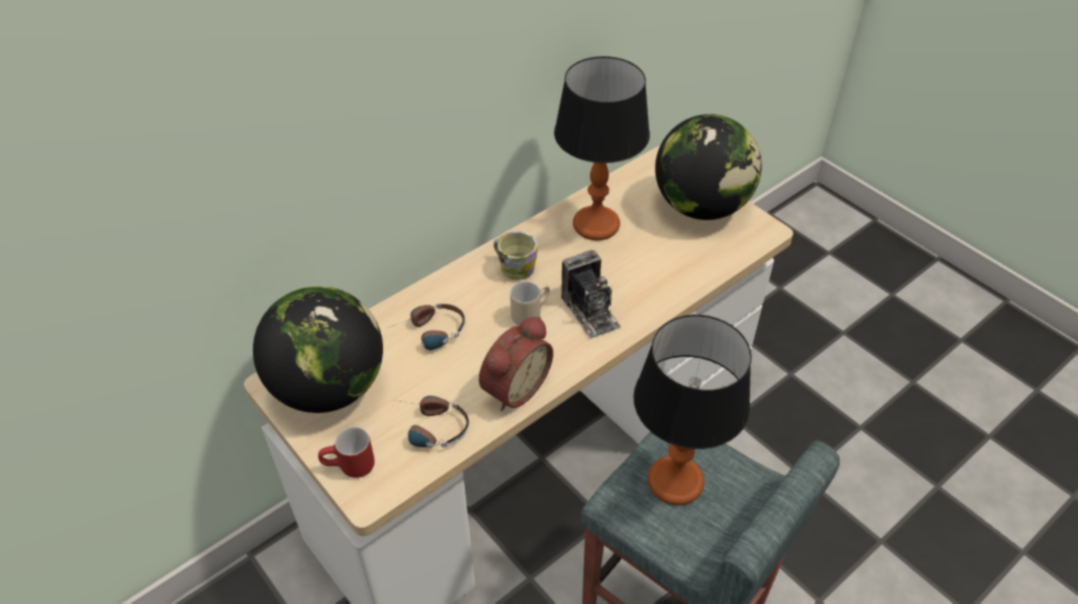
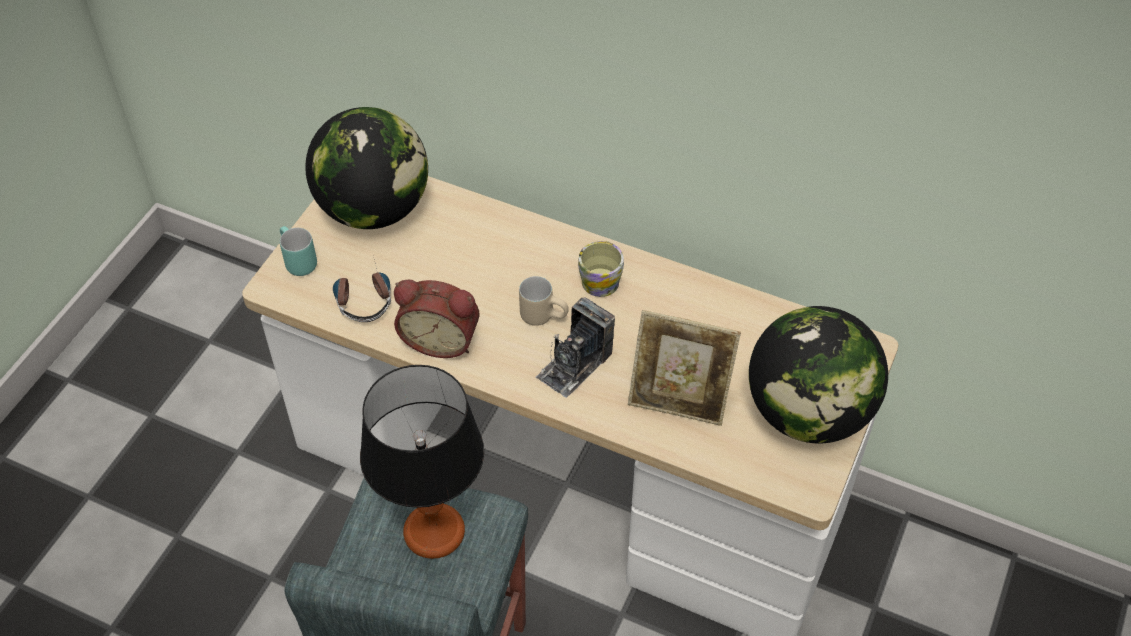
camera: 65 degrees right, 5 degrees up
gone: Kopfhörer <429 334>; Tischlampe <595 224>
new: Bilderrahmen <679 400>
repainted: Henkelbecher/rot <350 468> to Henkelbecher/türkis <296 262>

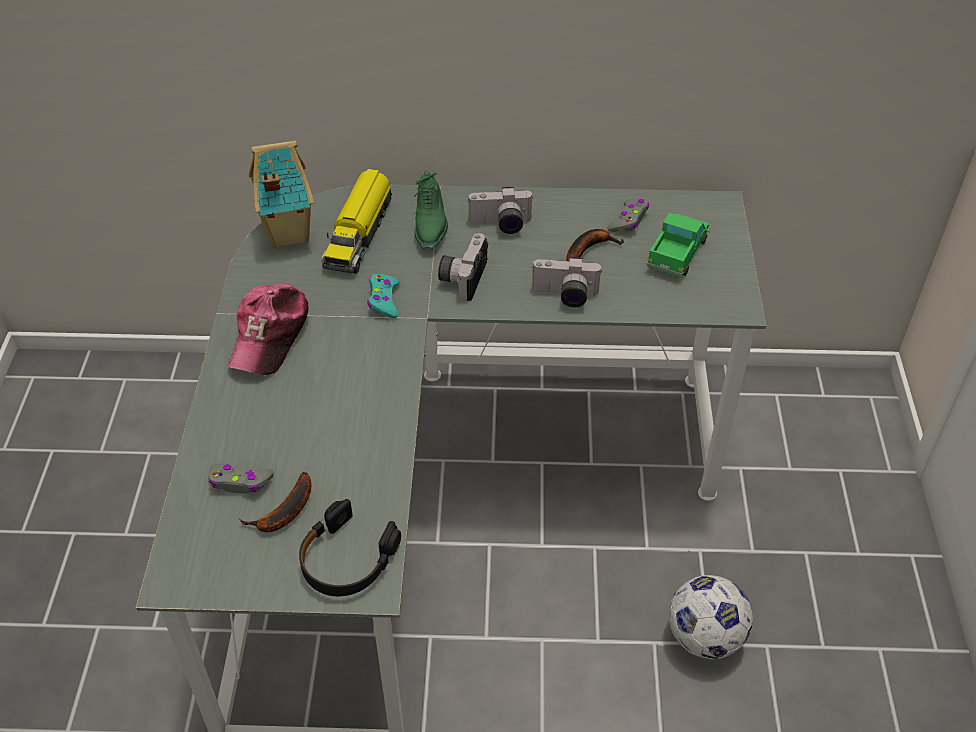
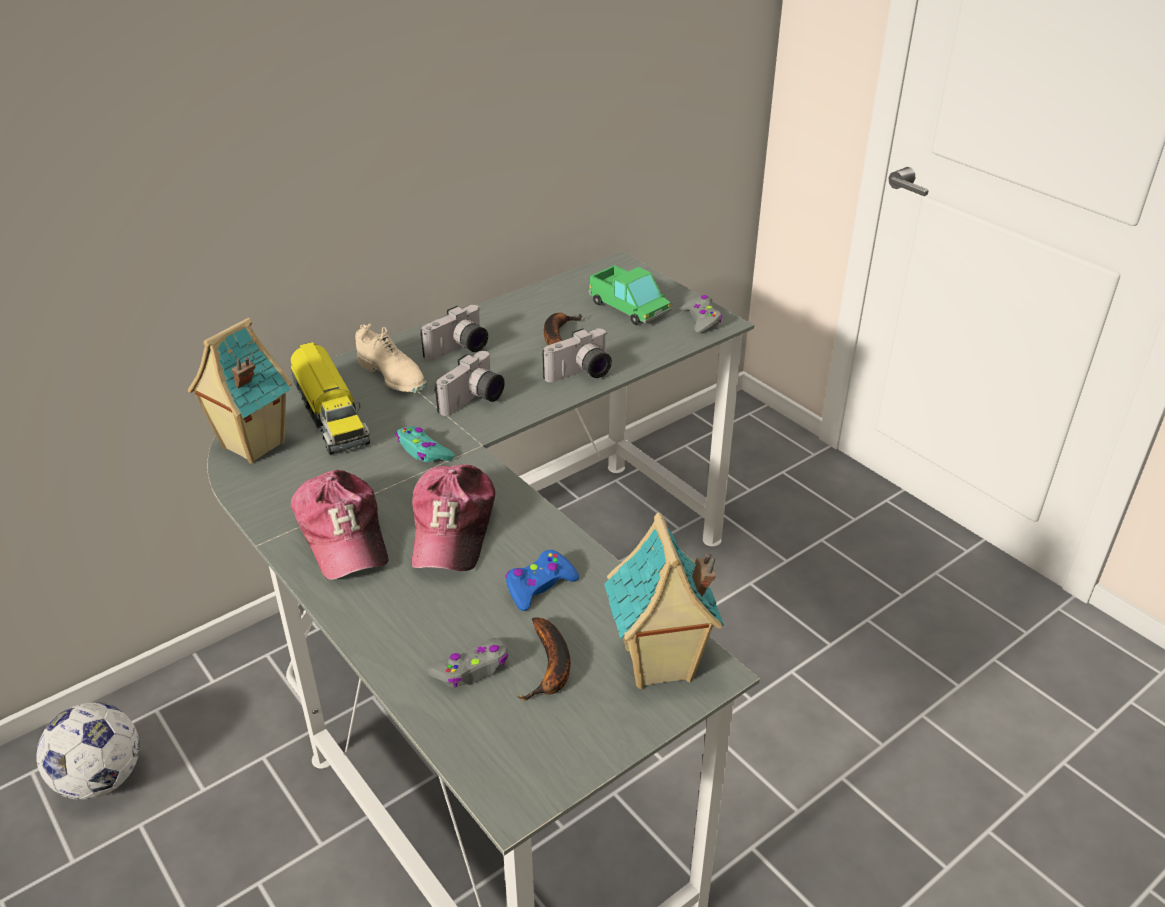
camera: 40 degrees left, 10 degrees down
new: Kappe <453 528>; Gamepad/blau <539 586>
shifted: Gamepad/grau <629 220> to <701 320>; Fußball <704 637> to <101 778>
swapped: Kopfhörer/schwarz <346 559> to Spielzeughaus <658 666>
repainted: Schuh/grün <430 225> to Schuh/beige <393 377>
rotated: Kamera <462 277> = <474 401> 120 degrees counterclockwise; Spielzeuglaster <677 252> = <629 307> 150 degrees clockwise

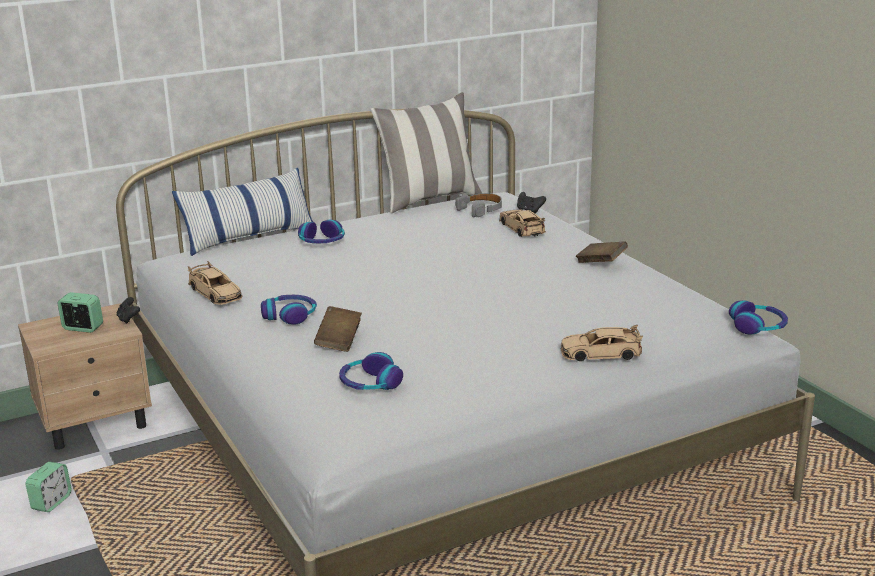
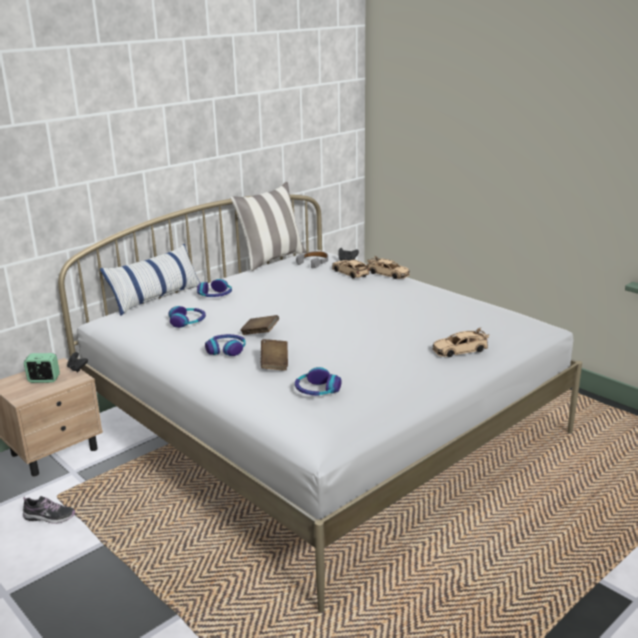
camera: 15 degrees left, 0 degrees up
shifted: Spielzeugauto/beige <215 293> to <388 274>; Buch/braun <601 263> to <260 333>; Kopfhörer <758 326> to <188 322>
swapped: Wecker <51 502> to Schuh <49 517>

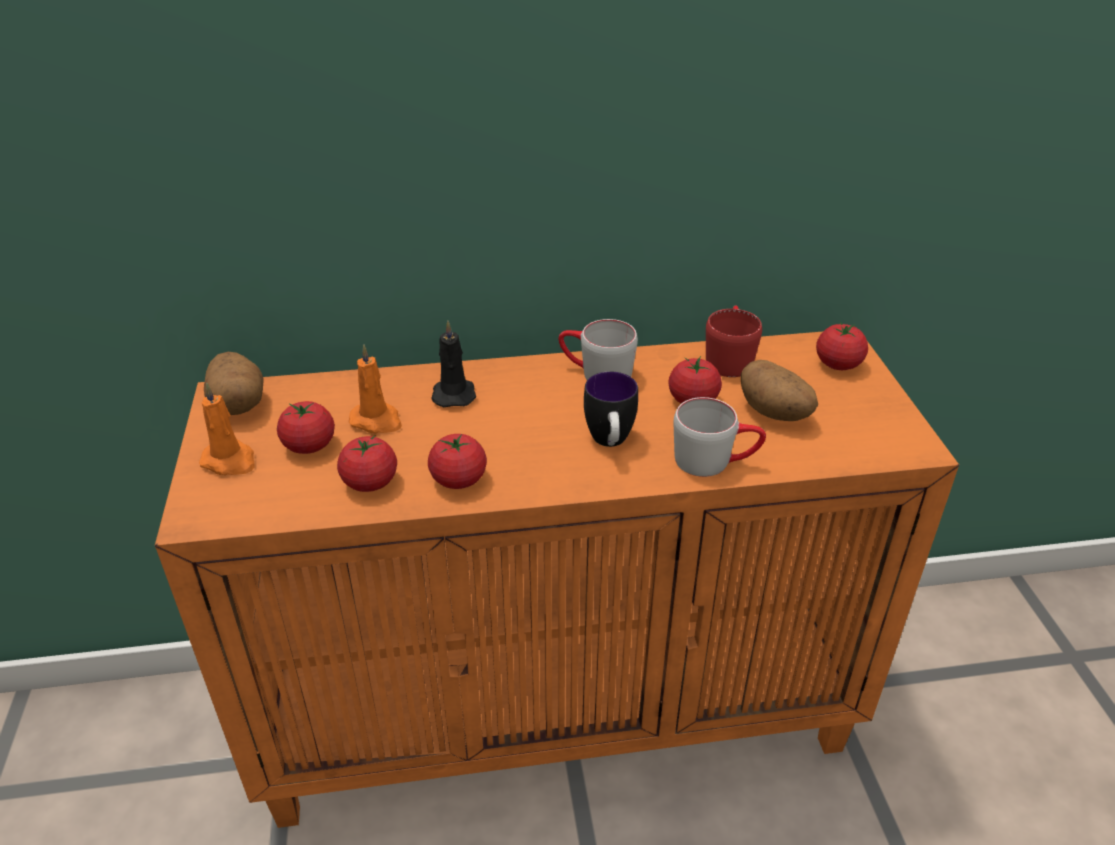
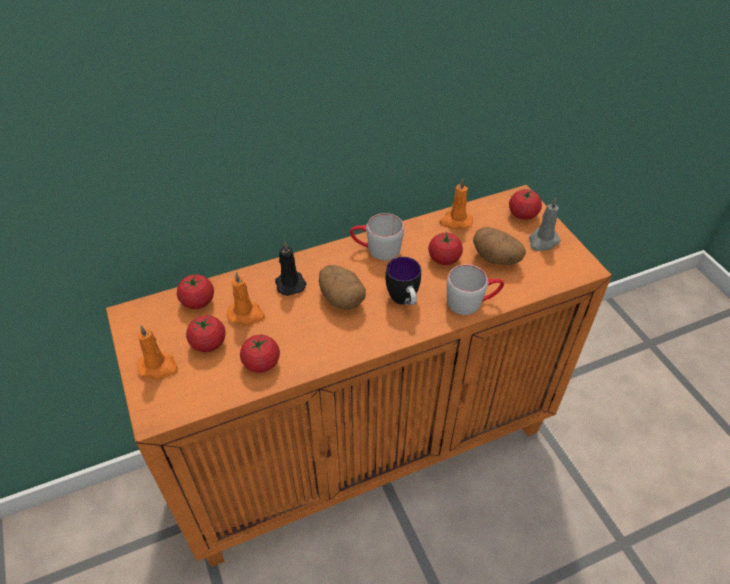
camera: 15 degrees left, 10 degrees up
new: Kerze/grau <542 241>
shifted: Kartoffel <238 403> to <341 298>; Tomate <458 479> to <198 301>
swapped: Henkelbecher/rot <728 357> to Kerze/orange <455 221>

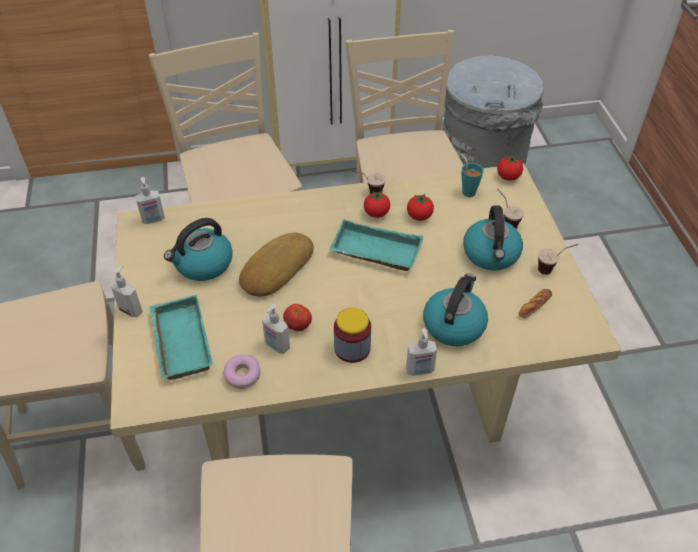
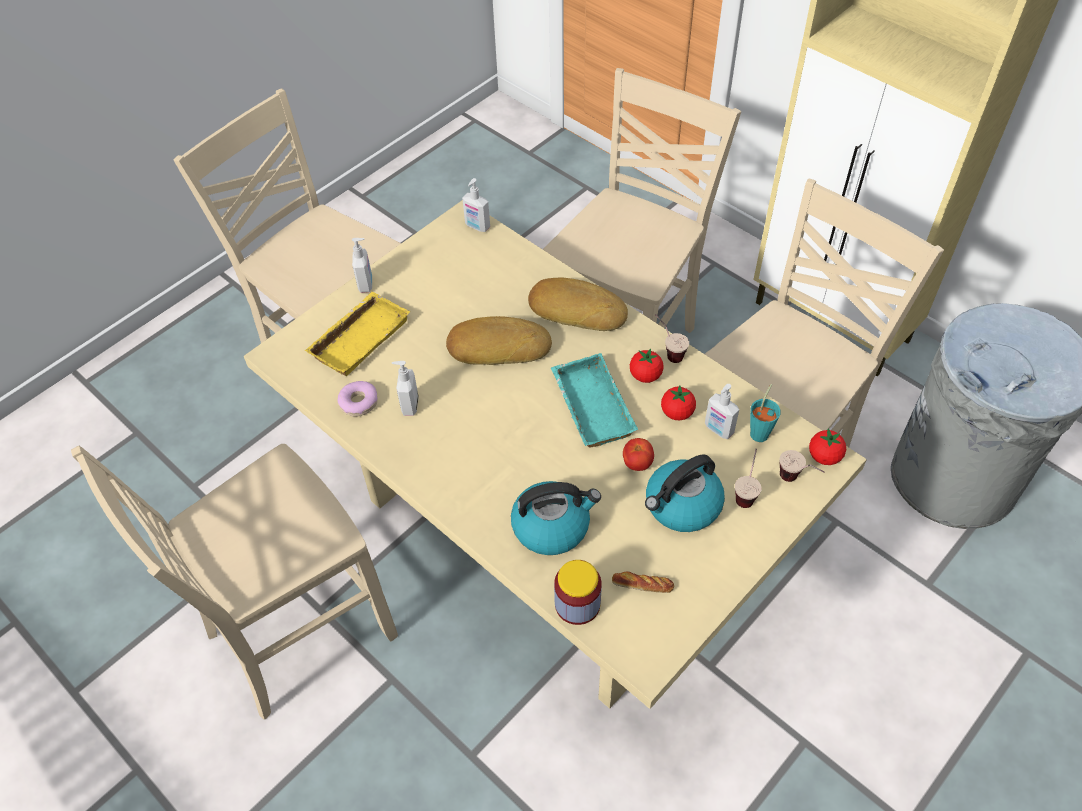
camera: 55 degrees right, 5 degrees up
gone: Wasserkessel <203 264>
new: Brot <577 309>
shifted: Tomate <298 325> to <637 463>; Vorratsglas <352 348> to <577 604>; Seifenspender <420 370> to <718 430>; Tasse <552 269> to <796 481>
repainted: Tablett/türkis <179 342> to Tablett/gelb <359 337>

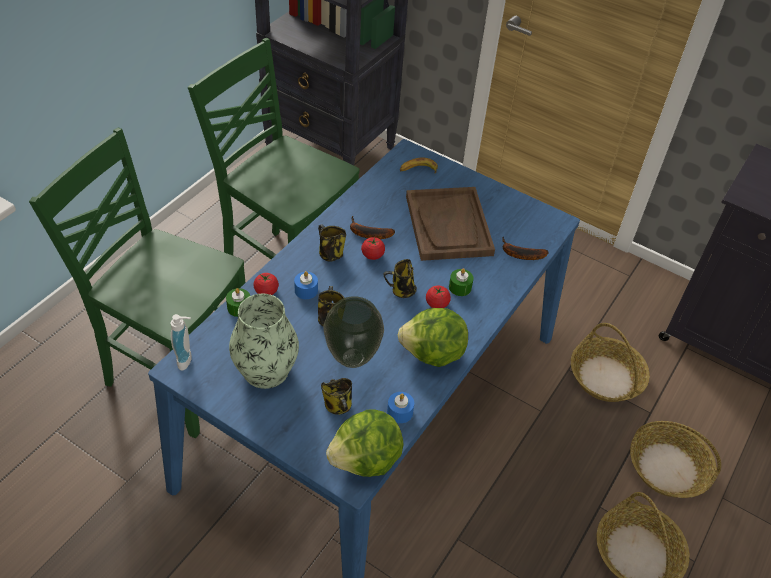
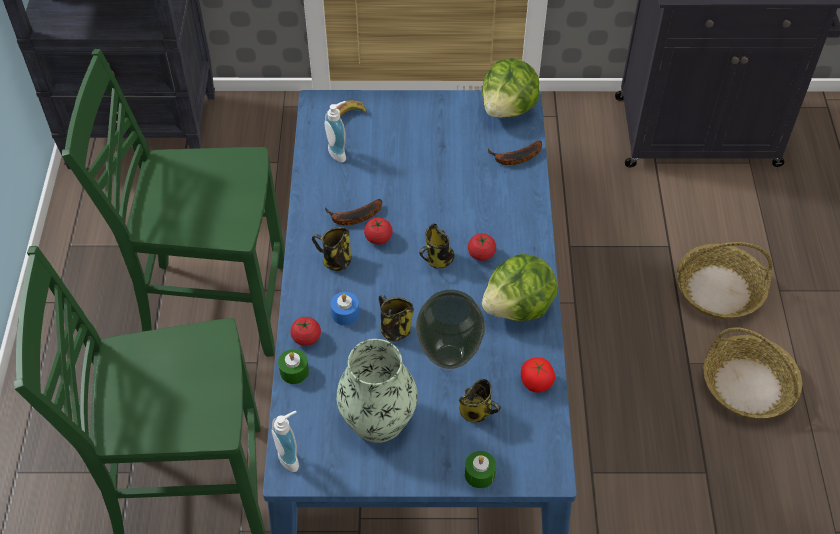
camera: 30 degrees left, 5 degrees up
gone: Tablett/braun <448 226>; Korb <606 377>
new: Seifenspender <339 152>
shifted: Salatkopf <366 460> to <508 109>; Kerze/grün <460 287> to <479 474>
swapped: Kerze/blau <400 412> to Tomate <536 382>

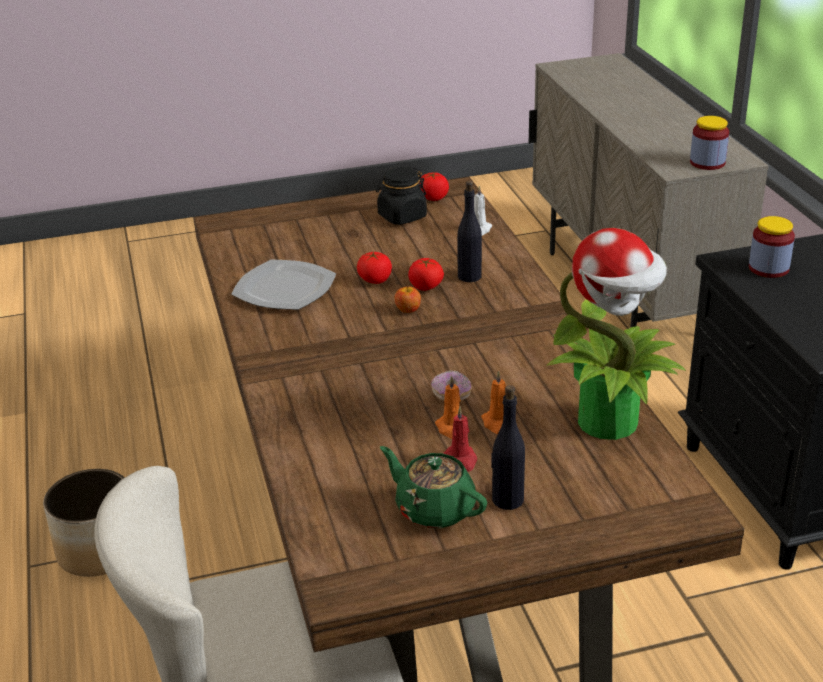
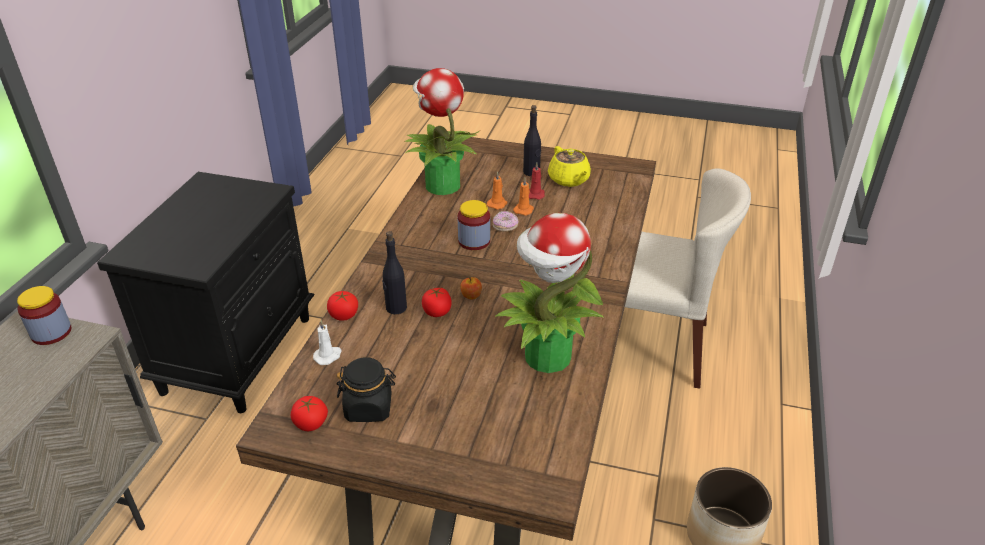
camera: 150 degrees left, 5 degrees up
shifted: Tomate <375 280> to <344 315>; Vorratsglas <768 268> to <474 241>
swapped: Teller <283 289> to Topfpflanze <546 357>
repainted: Teekanne/grün <434 509> to Teekanne/gelb <569 180>

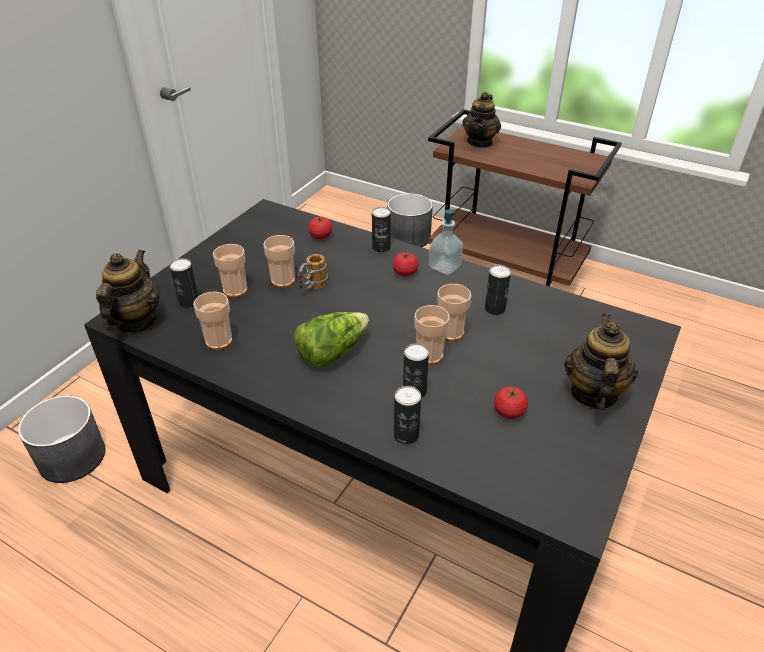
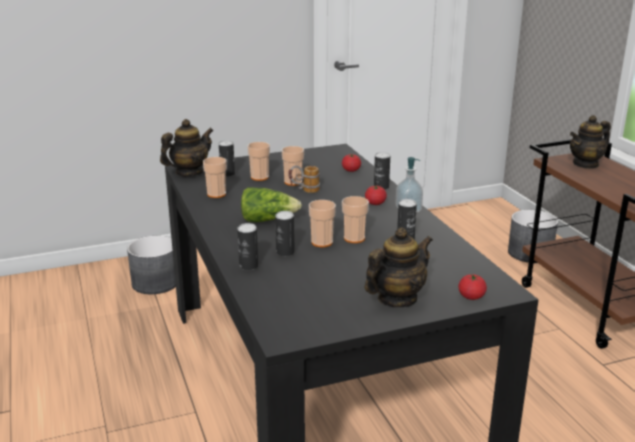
camera: 40 degrees right, 15 degrees down
shifted: Tomate <509 412> to <471 297>

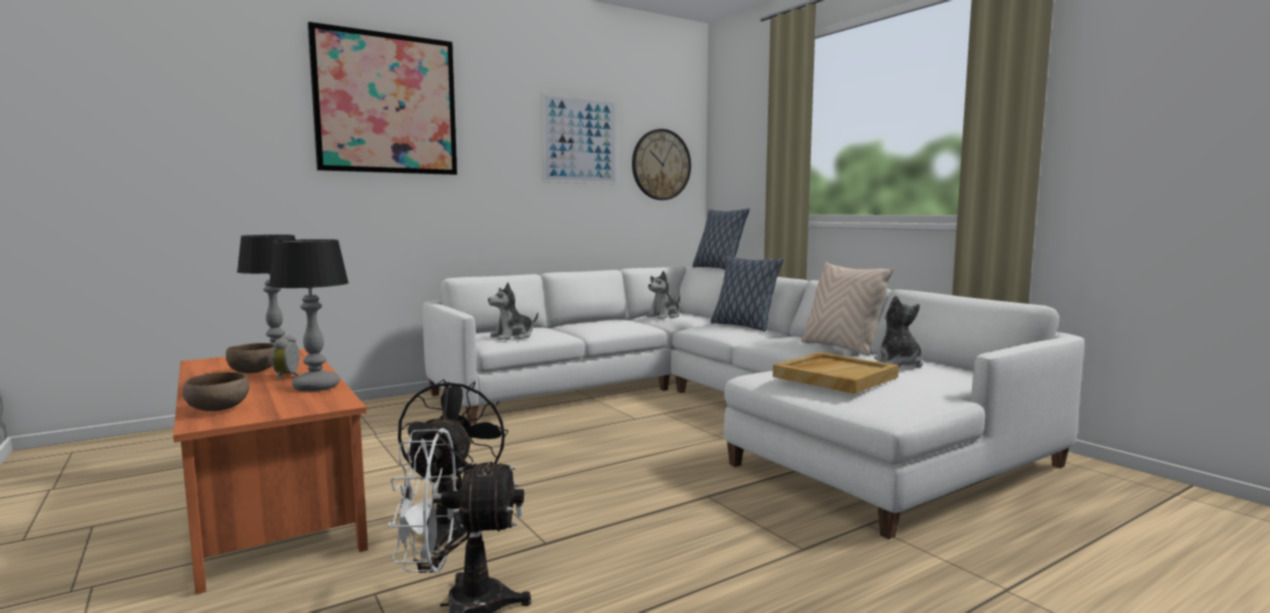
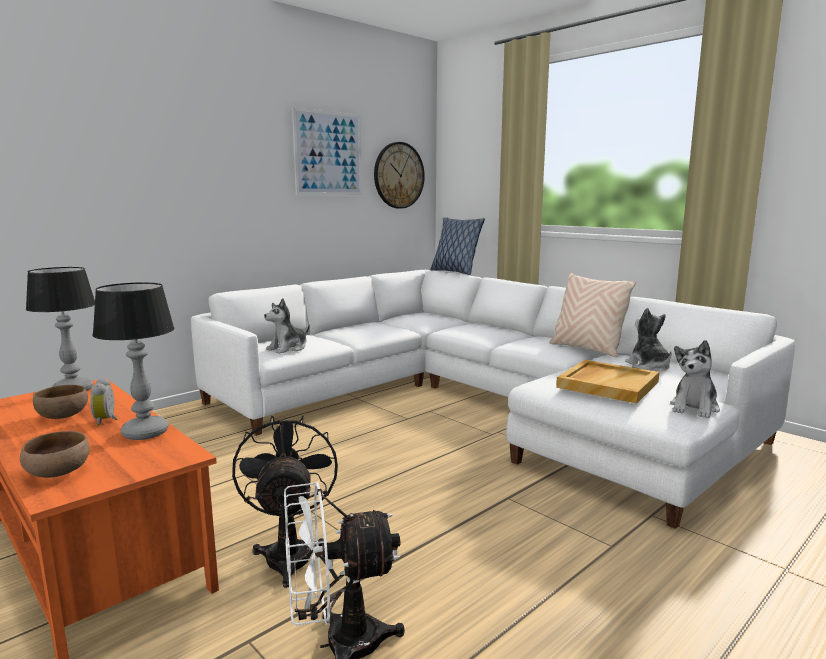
camera: 10 degrees left, 5 degrees up
gone: Bild <386 104>; Kissen <743 326>
shifted: Plüschtier <664 316> to <694 408>

